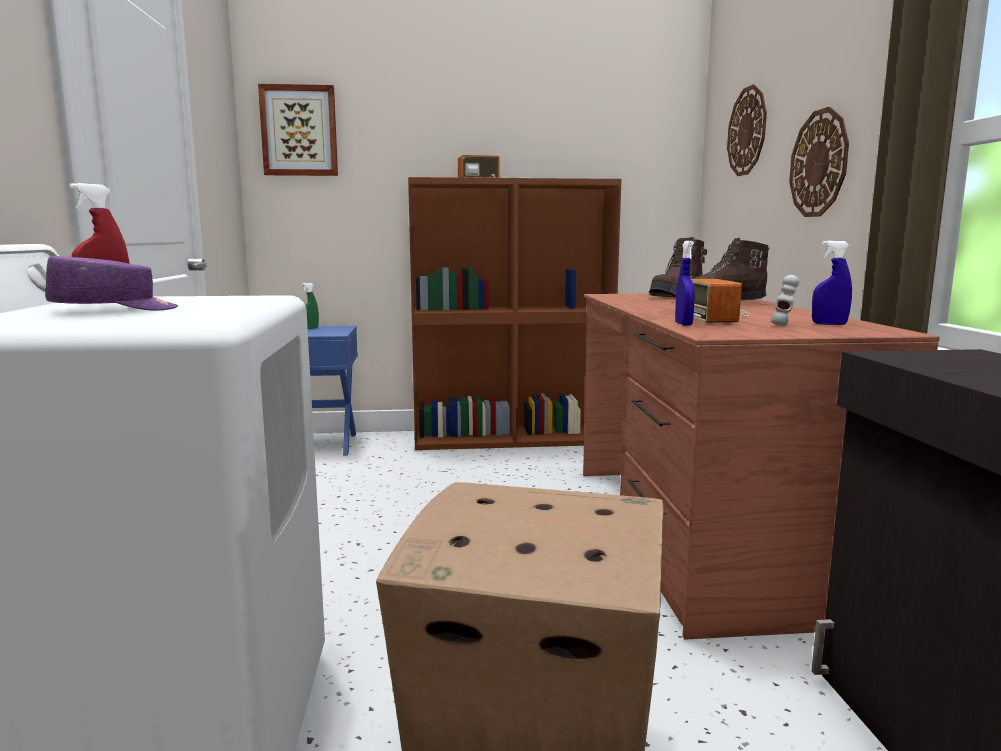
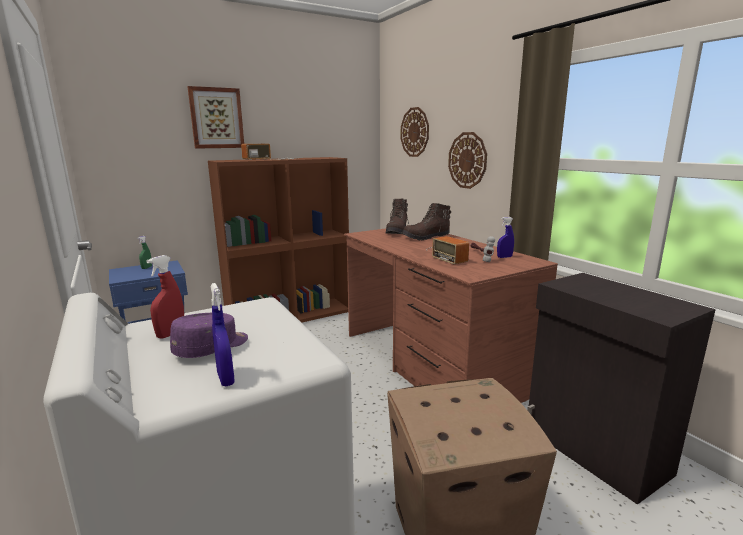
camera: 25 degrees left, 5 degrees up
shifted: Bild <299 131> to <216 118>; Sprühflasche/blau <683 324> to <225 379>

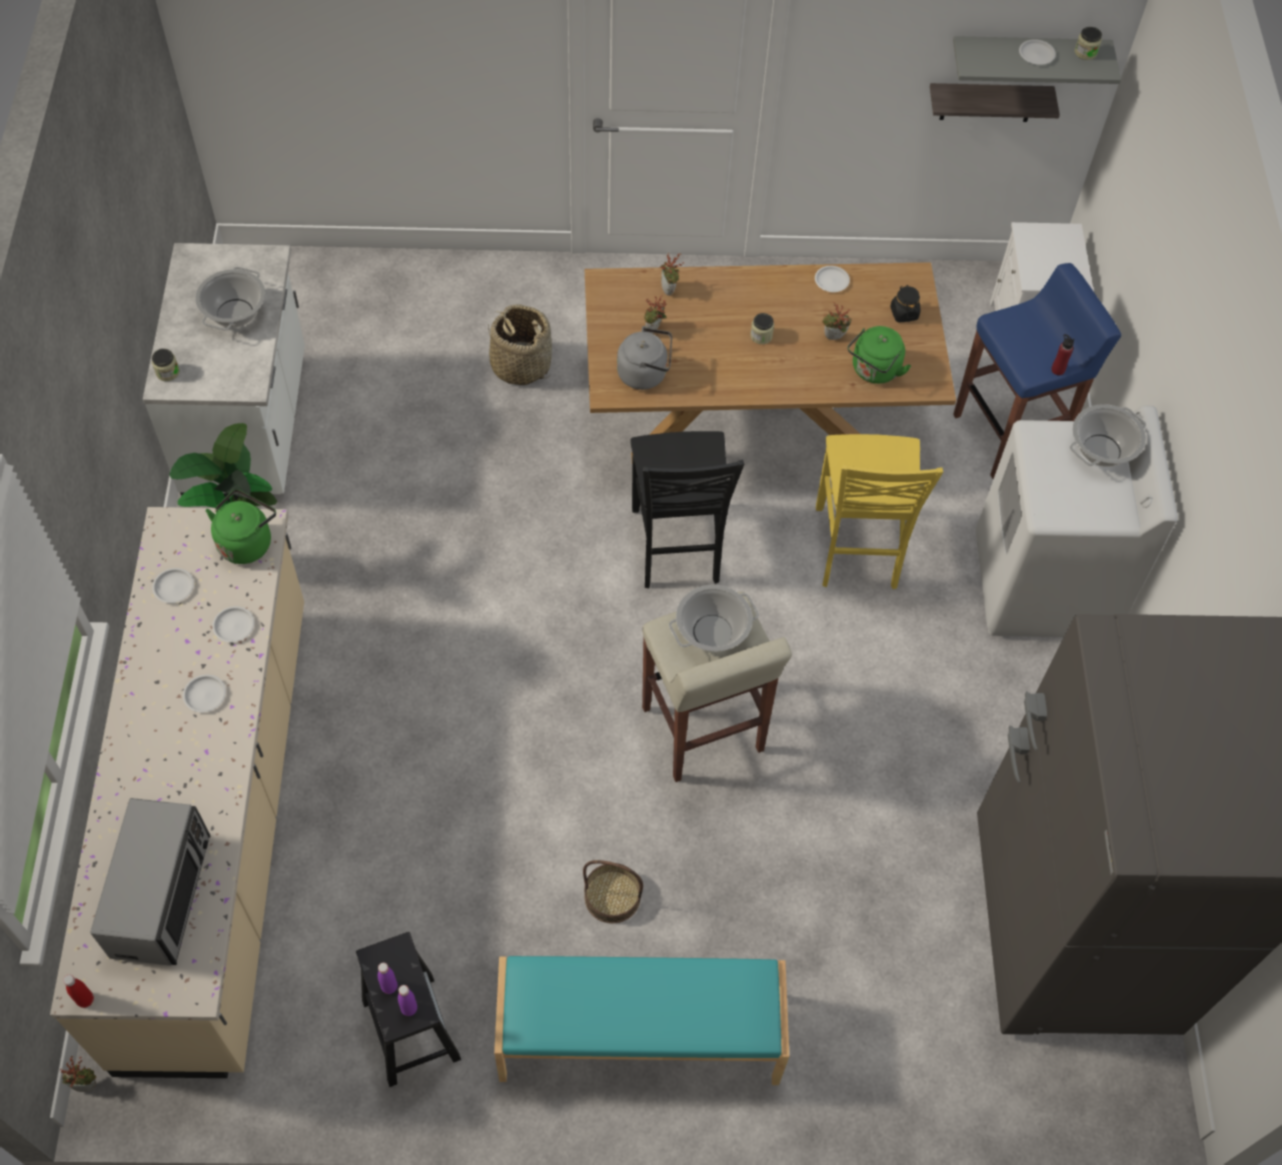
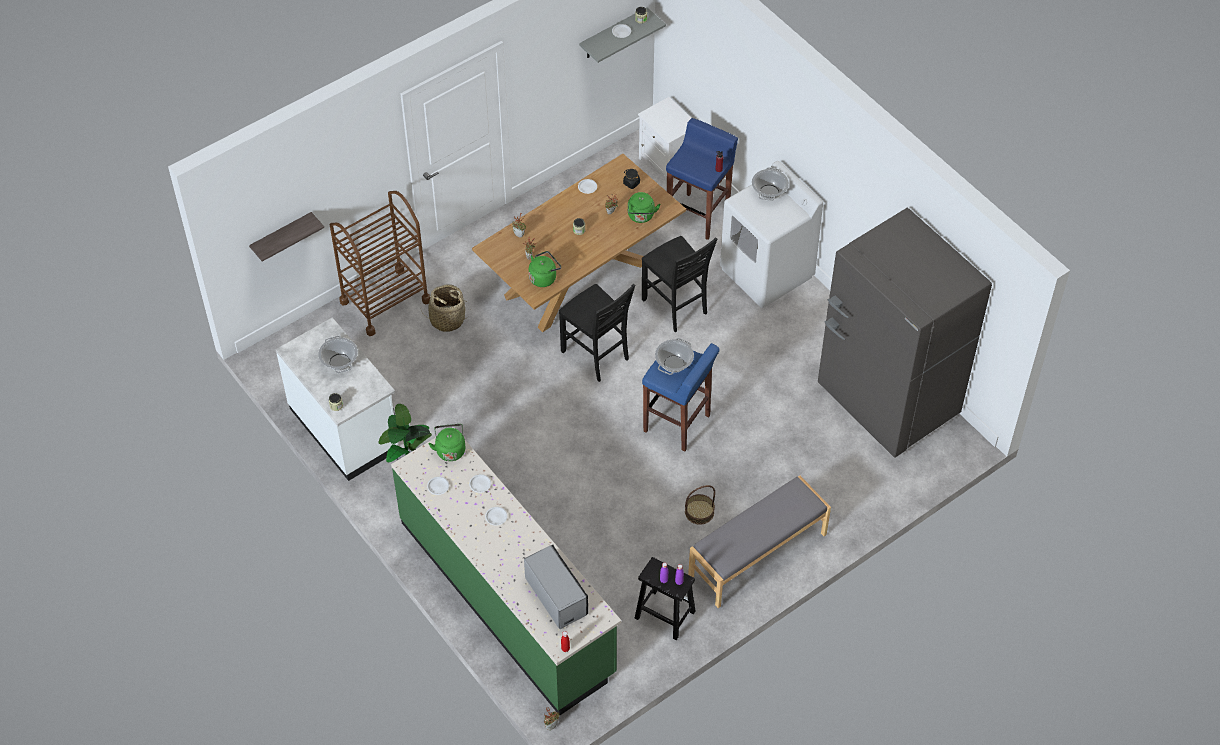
camera: 35 degrees left, 5 degrees down
new: Rollwagen/braun <385 301>
shifted: Wandregal <987 102> to <282 237>
repainted: Küchenzeile/beige <220 826> to Küchenzeile/grün <507 597>; Bank/türkis <639 1038> to Bank/grau <758 555>; Wasserkessel/grau <645 373> to Wasserkessel/grün <544 277>; Hocker/beige <703 731> to Hocker/blau <677 424>; Stuhl/gelb <857 549> to Stuhl/schwarz <676 307>

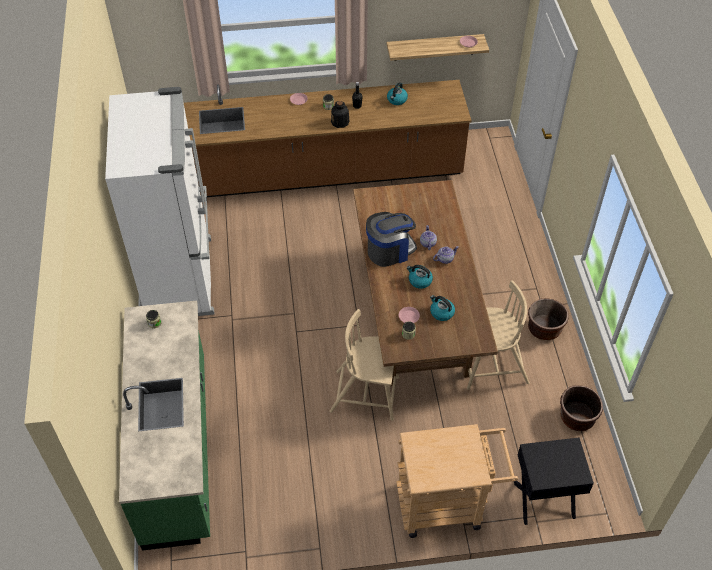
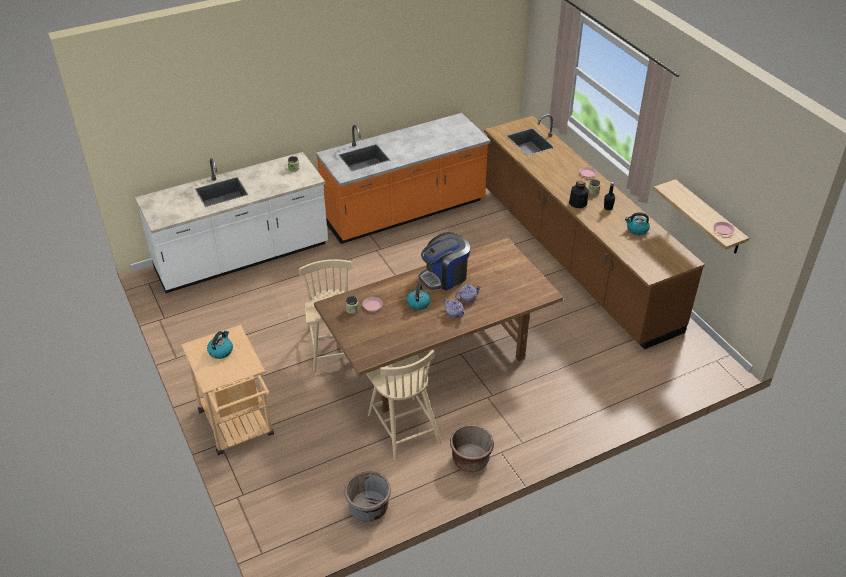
camera: 70 degrees right, 10 degrees down
gone: Nachttisch/schwarz <544 500>
shifted: Wasserkessel <441 312> to <221 351>
swapped: Kühlschrank/weiß <182 277> to Küchenzeile/orange <405 212>
repainted: Küchenzeile/grün <177 449> to Küchenzeile/weiß <242 258>; Pflanzkübel/braun <577 417> to Pflanzkübel/grau <368 508>
rotated: Kaffeemaschine <389 250> = <444 276> 105 degrees clockwise

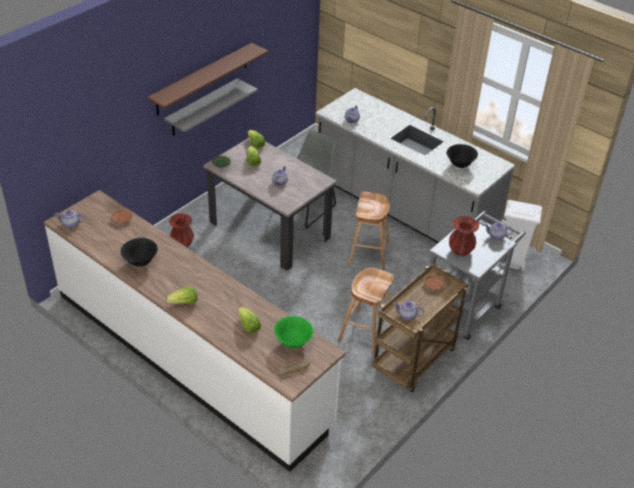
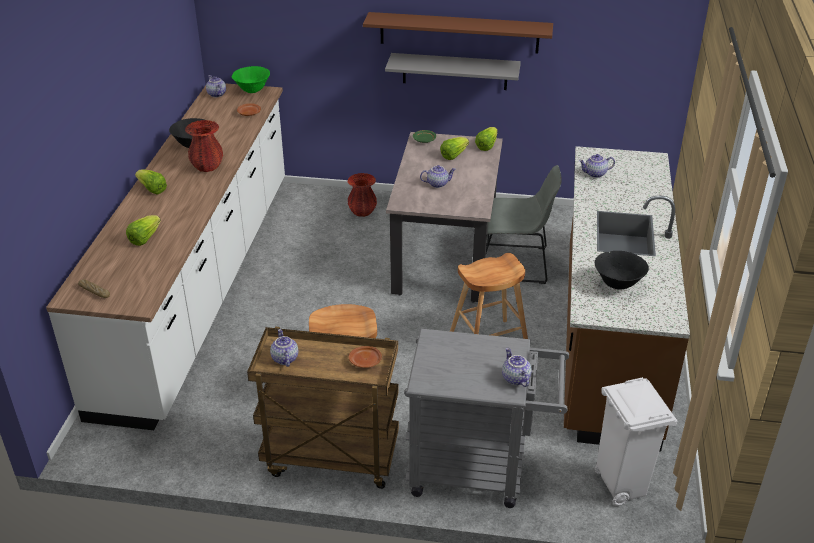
camera: 60 degrees right, 5 degrees down
shifted: Schüssel/grün <293 343> to <252 91>; Vase/rot <460 250> to <207 167>
repainted: Küchenzeile/grau <403 209> to Küchenzeile/braun <606 340>

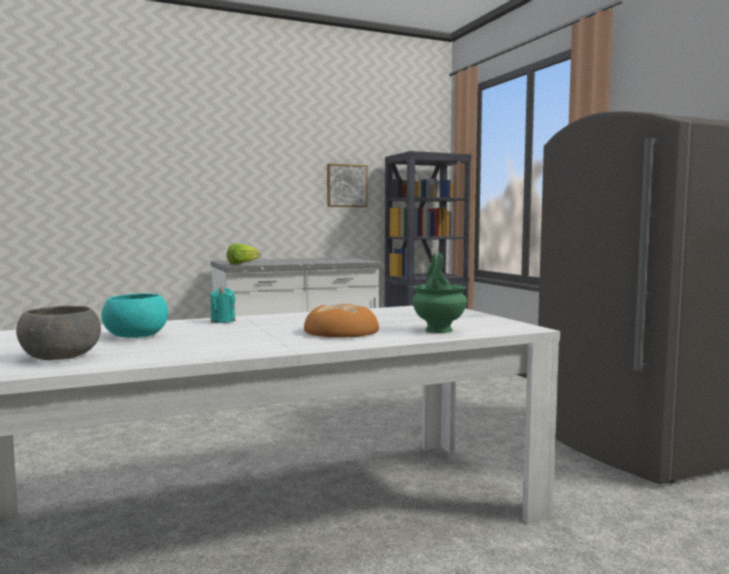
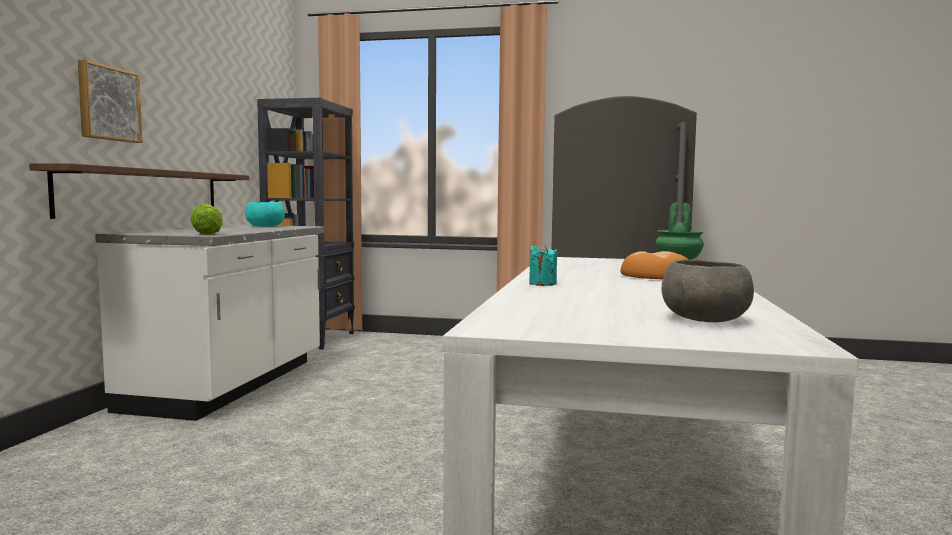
camera: 55 degrees left, 0 degrees up
new: Wandregal <144 193>
shifted: Schüssel/türkis <136 336> to <265 226>; Bild <346 185> to <108 104>

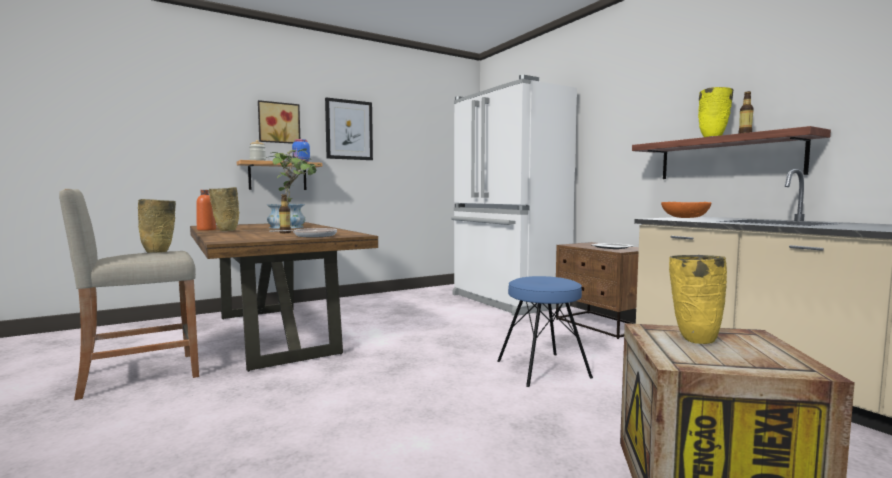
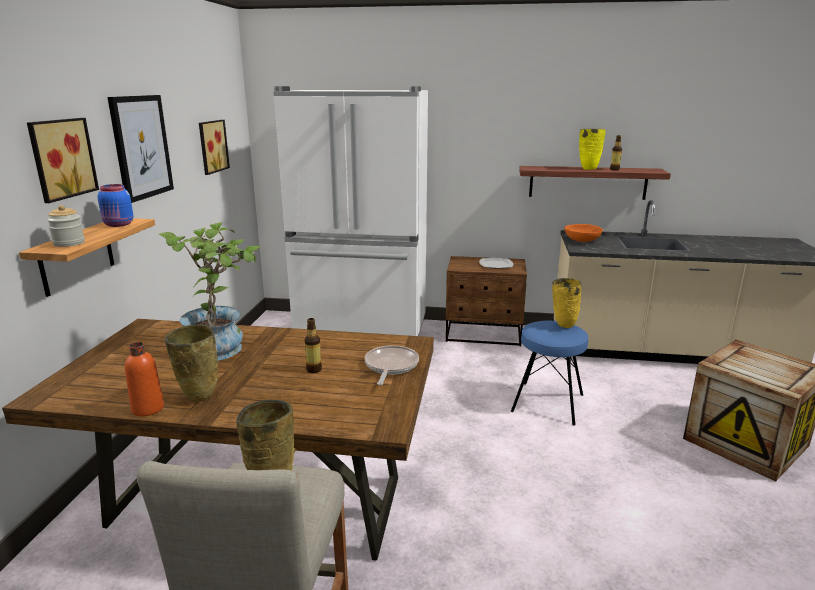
camera: 50 degrees left, 15 degrees up
new: Bild <211 146>
shifted: Vase/gelb <694 339> to <563 325>

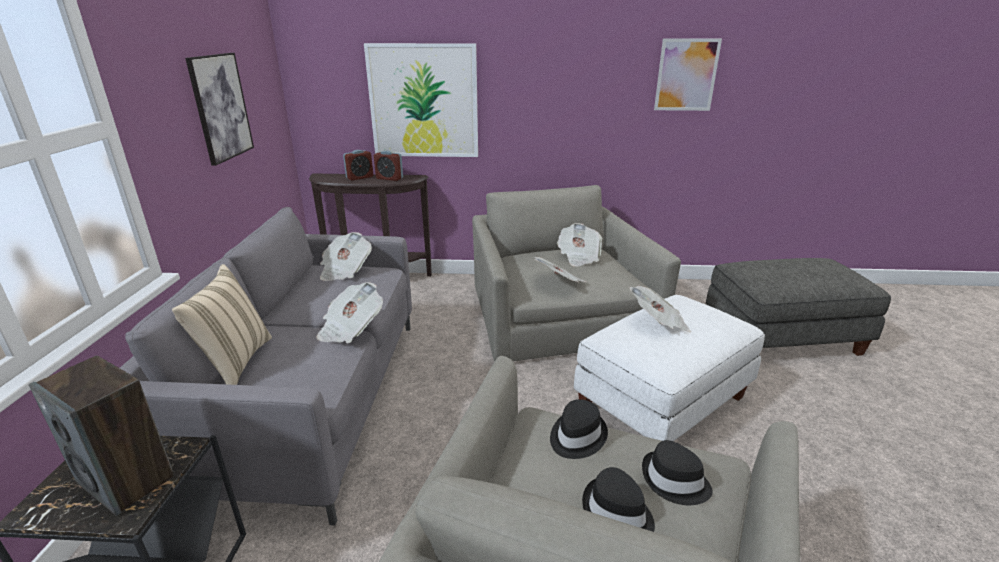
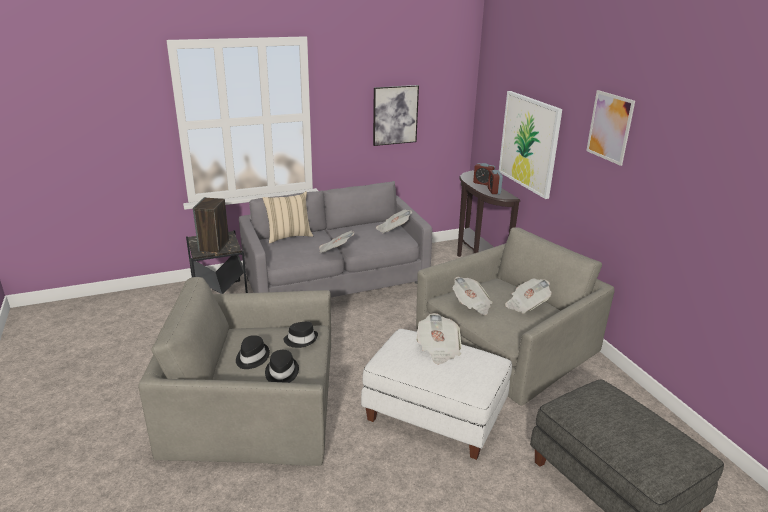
camera: 65 degrees right, 0 degrees up
shifted: Bild <686 75> to <610 127>

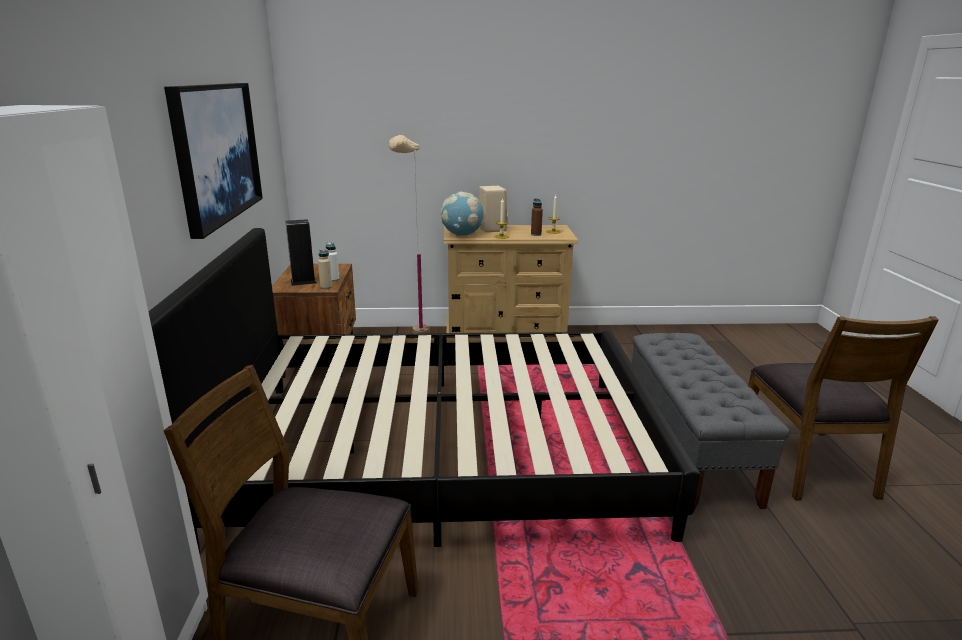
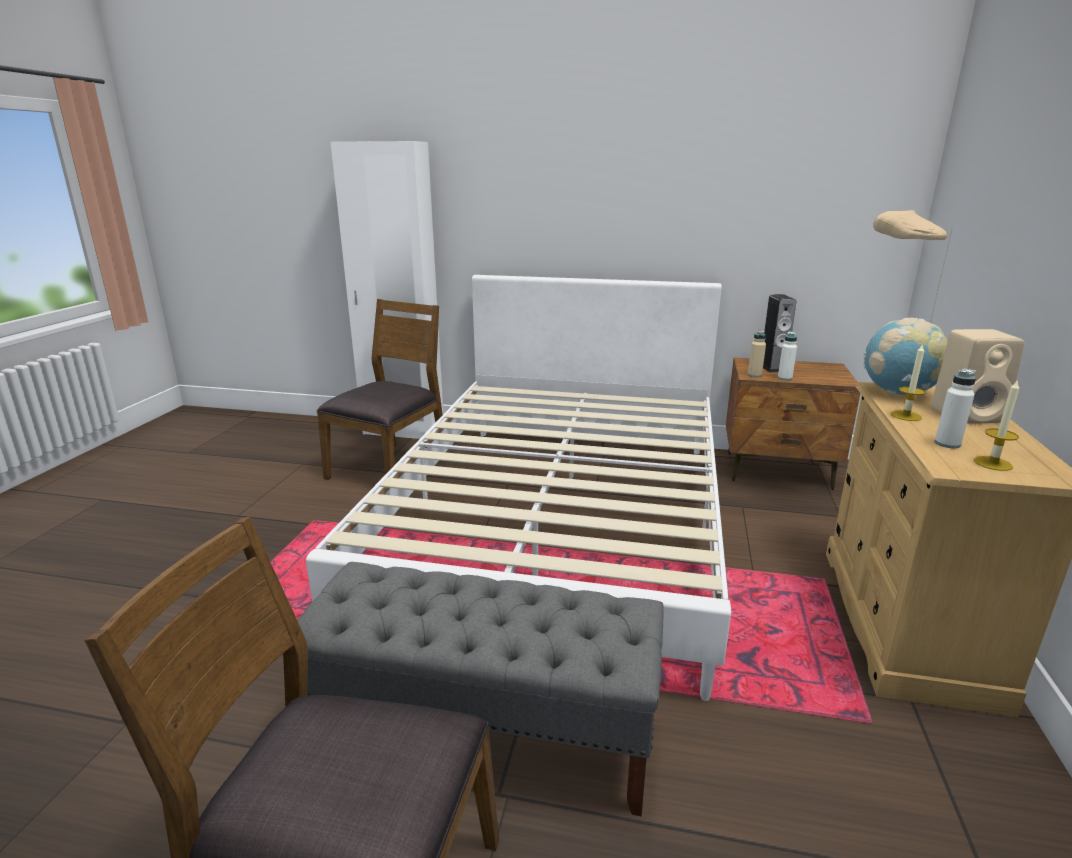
camera: 105 degrees right, 0 degrees up
gone: Bild <216 152>
repainted: Bett/schwarz <440 451> to Bett/weiß <560 522>; Flasche/braun <536 234> to Flasche/weiß <947 444>

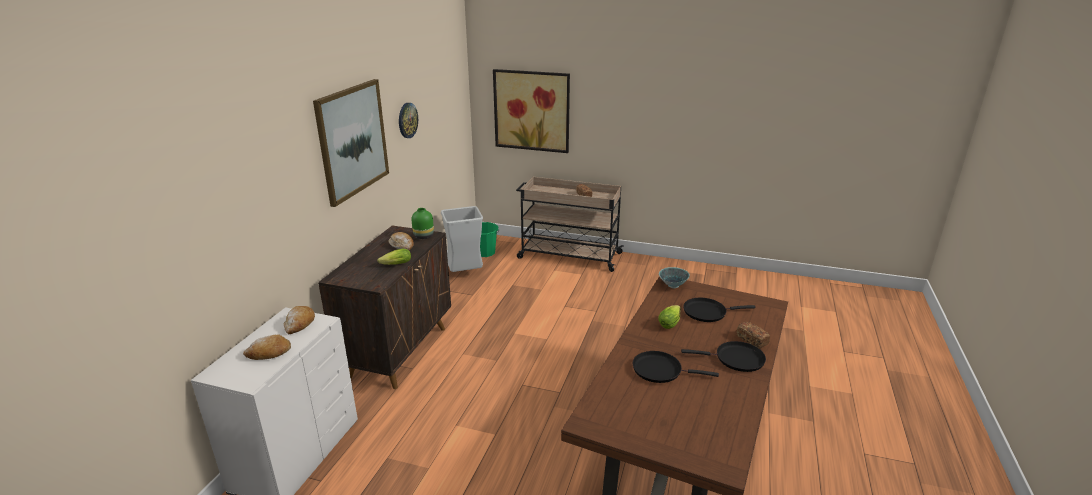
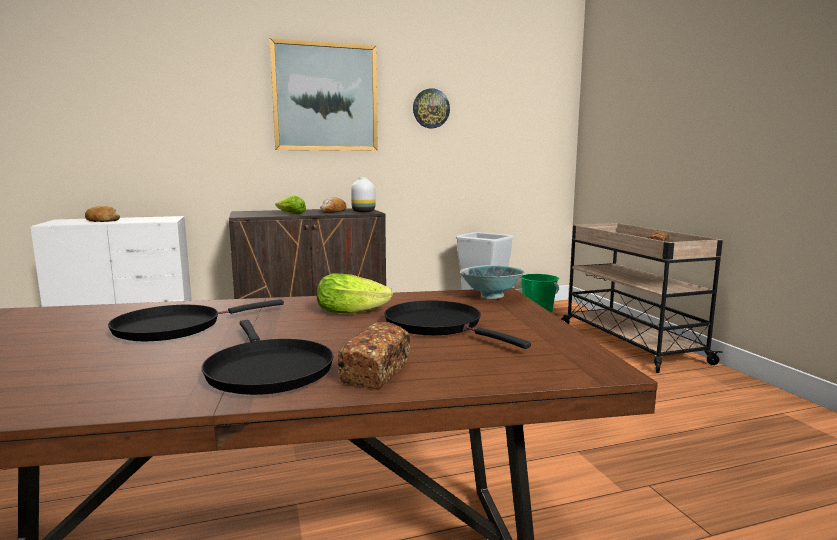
camera: 55 degrees right, 15 degrees down
gone: Brot <299 324>; Bild <531 111>
repainted: Vase/grün <423 236> to Vase/weiß <363 211>
rotated: Pfanne/schwarz <660 370> = <175 327> 105 degrees counterclockwise

